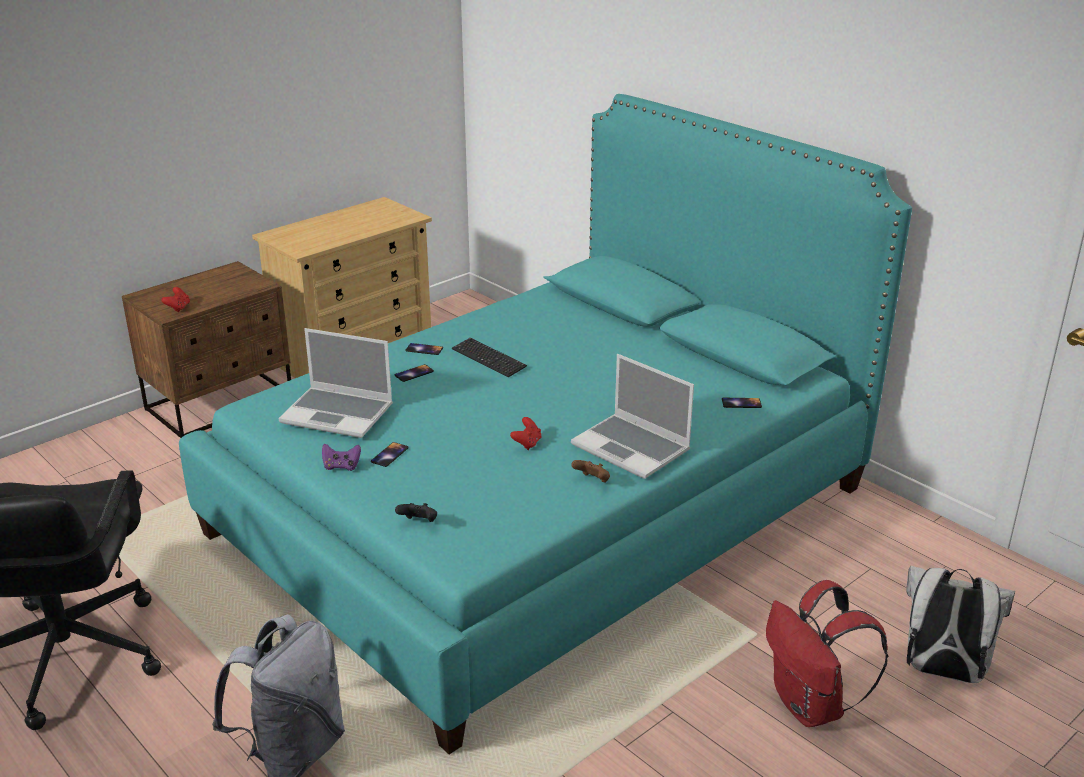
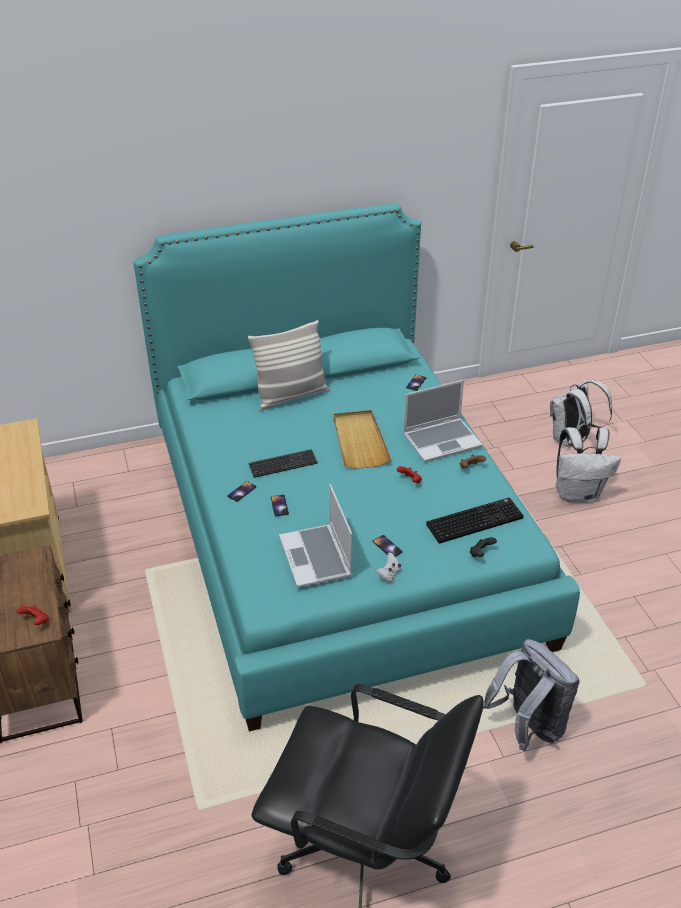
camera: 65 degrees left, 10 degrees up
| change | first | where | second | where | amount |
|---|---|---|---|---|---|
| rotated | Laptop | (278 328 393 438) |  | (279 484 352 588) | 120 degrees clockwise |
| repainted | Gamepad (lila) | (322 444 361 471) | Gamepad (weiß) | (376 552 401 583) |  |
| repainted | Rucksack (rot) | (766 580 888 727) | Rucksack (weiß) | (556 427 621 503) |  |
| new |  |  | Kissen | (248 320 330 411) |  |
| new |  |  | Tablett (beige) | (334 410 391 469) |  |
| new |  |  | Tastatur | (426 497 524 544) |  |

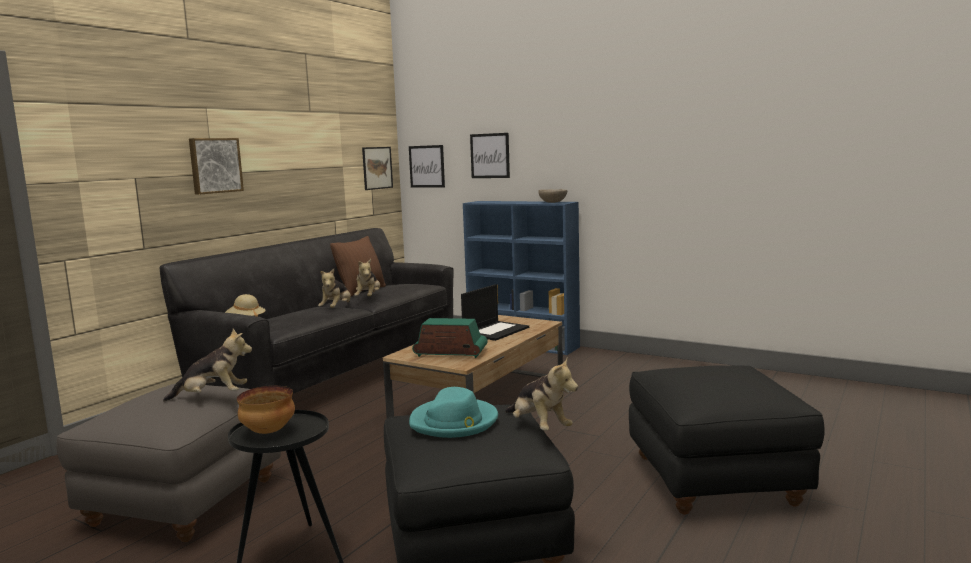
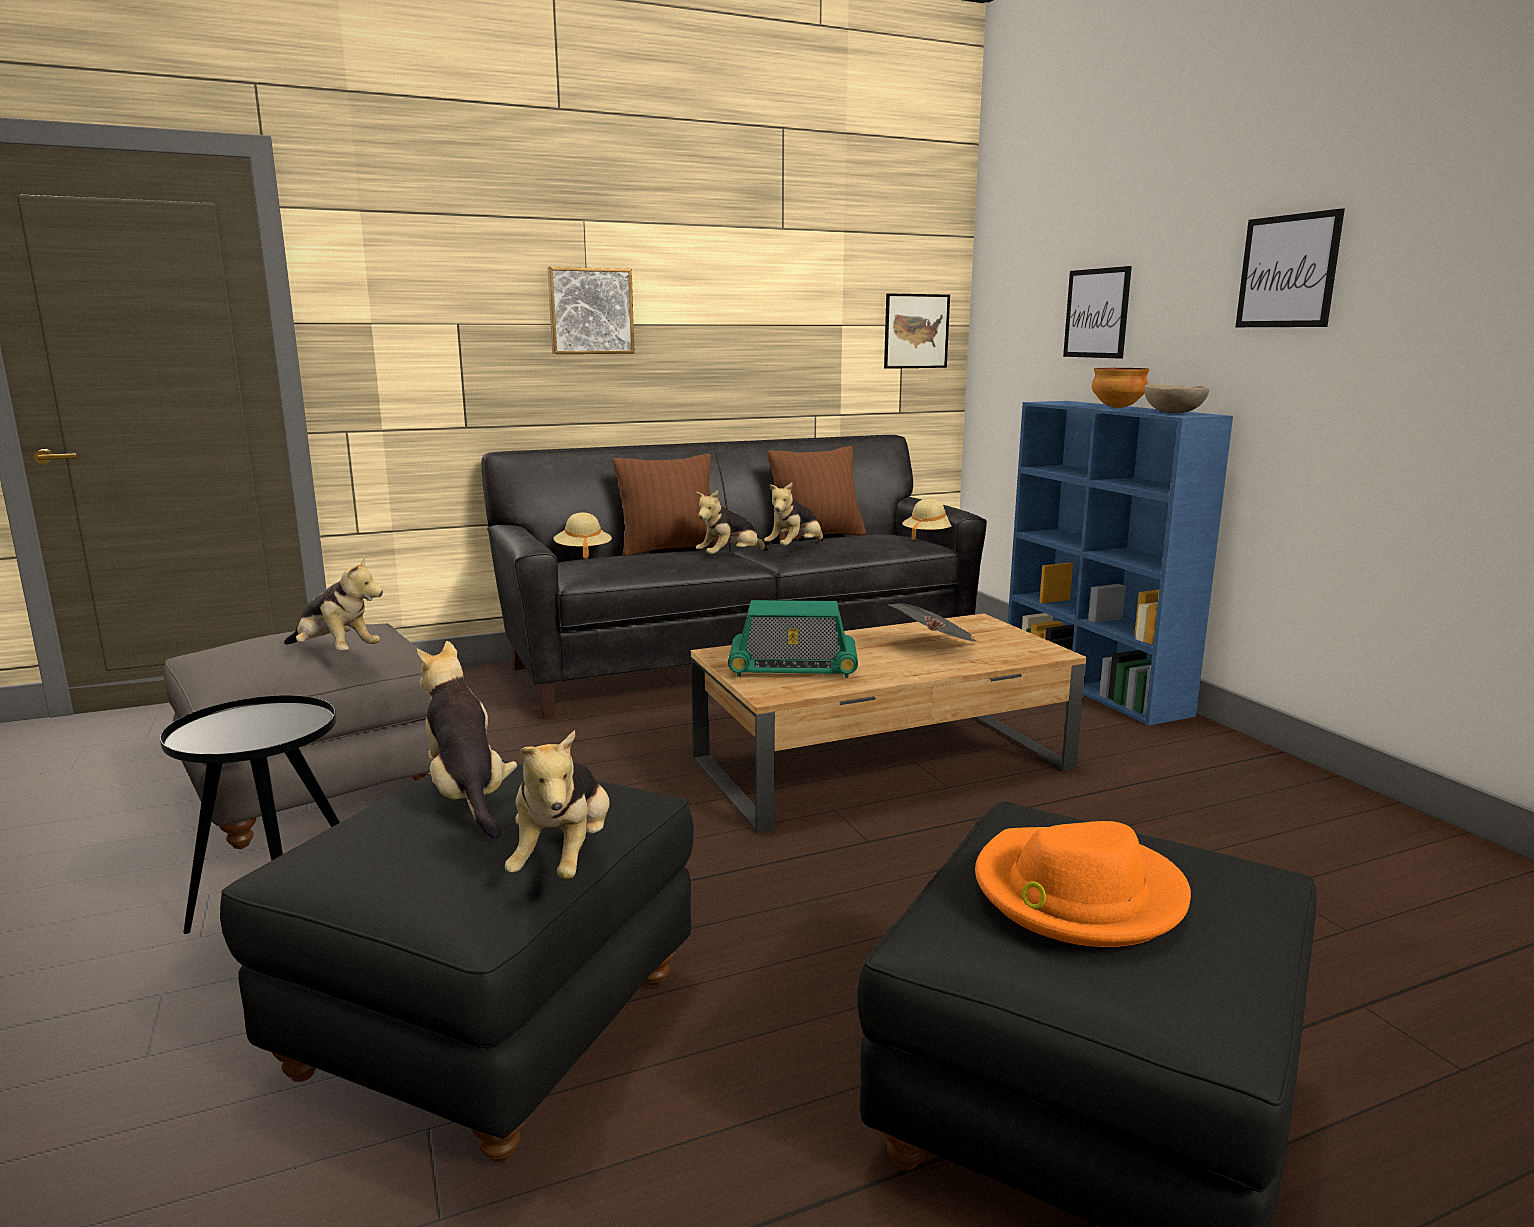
camera: 35 degrees right, 5 degrees up
| change | first | where | second | where | amount |
|---|---|---|---|---|---|
| shifted | Schüssel | (237 386 295 434) |  | (1092 368 1149 408) |  |
| shifted | Bild | (409 145 445 188) |  | (1235 208 1345 327) |  |
| swapped | Hut (türkis) | (409 387 498 438) | Plüschtier | (417 641 517 838) |  |
| rotated | Radio | (412 318 488 358) |  | (728 600 858 678) | 135 degrees clockwise |
| swapped | Laptop | (461 284 529 341) | Zeitung | (888 603 979 642) |  |
| new |  |  | Kissen (braun) | (613 454 719 556) |  |
| new |  |  | Hut (beige) | (902 499 952 540) |  |
| new |  |  | Hut (orange) | (975 821 1191 947) |  |

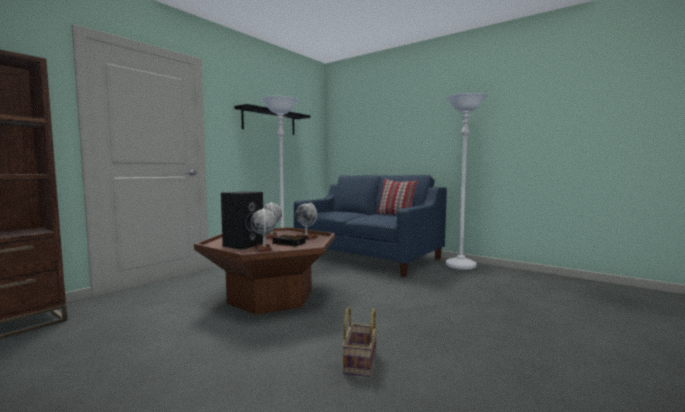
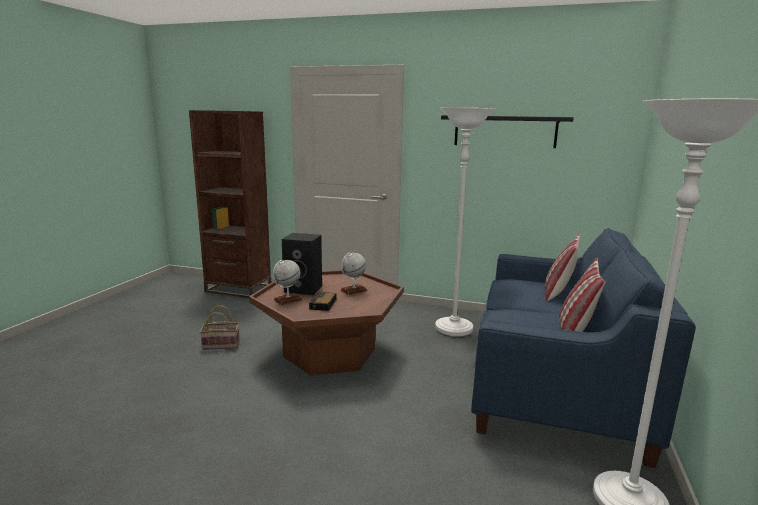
camera: 70 degrees right, 10 degrees up
| change | first | where | second | where | amount |
|---|---|---|---|---|---|
| gone | Globus | (295 202 318 240) |  |  |  |
| shifted | Korb | (342 307 377 377) |  | (200 305 240 350) |  |
| new |  |  | Kissen | (545 234 580 301) |  |

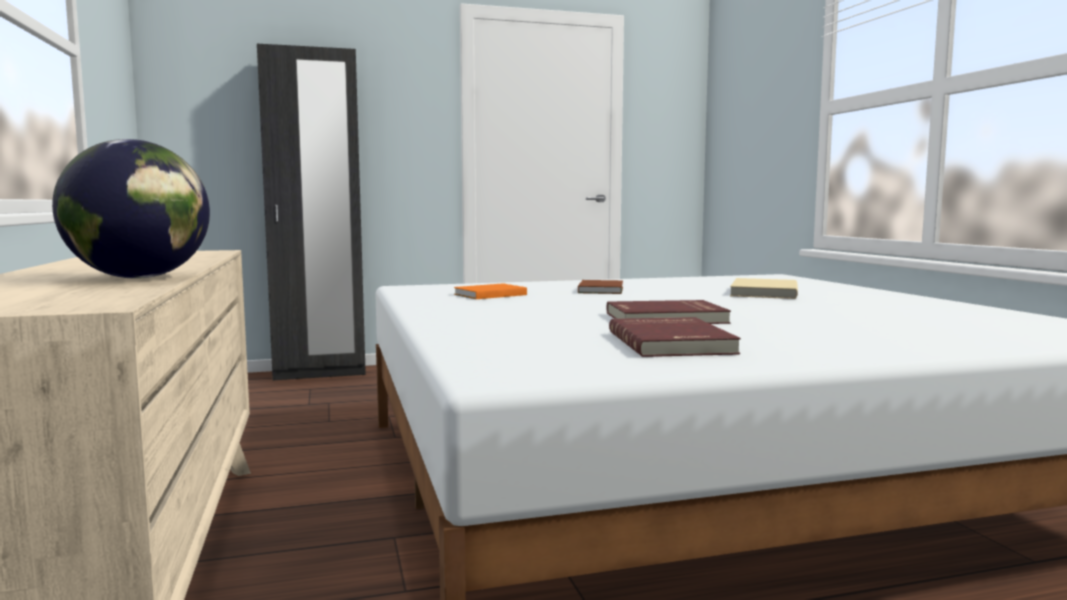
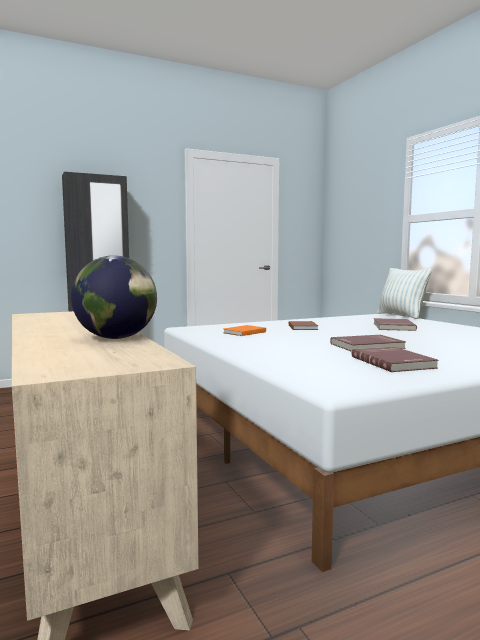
camera: 10 degrees left, 0 degrees up
| change | first | where | second | where | amount |
|---|---|---|---|---|---|
| repainted | Buch (beige) | (730 278 798 299) | Buch (rot) | (374 318 417 331) |  |
| new |  |  | Kissen | (377 268 432 319) |  |

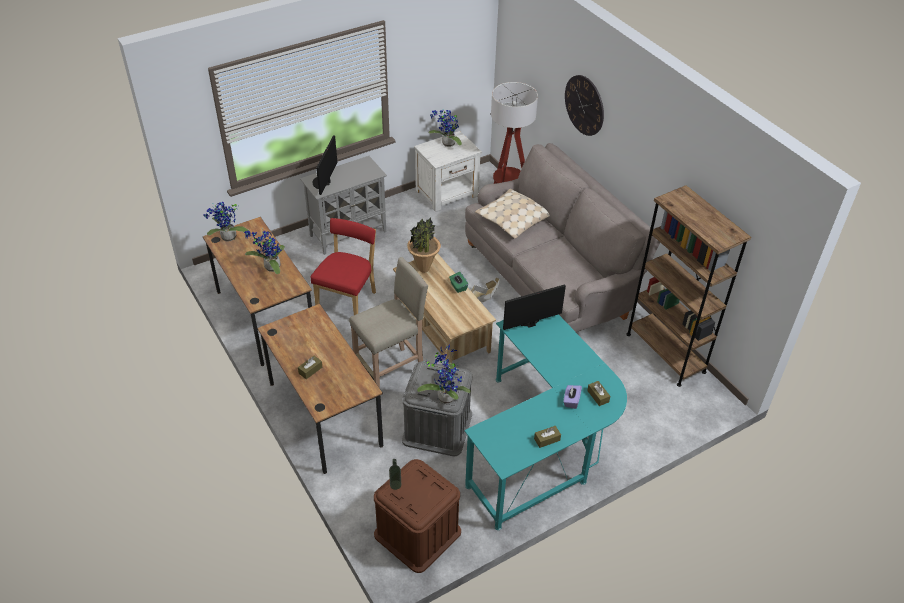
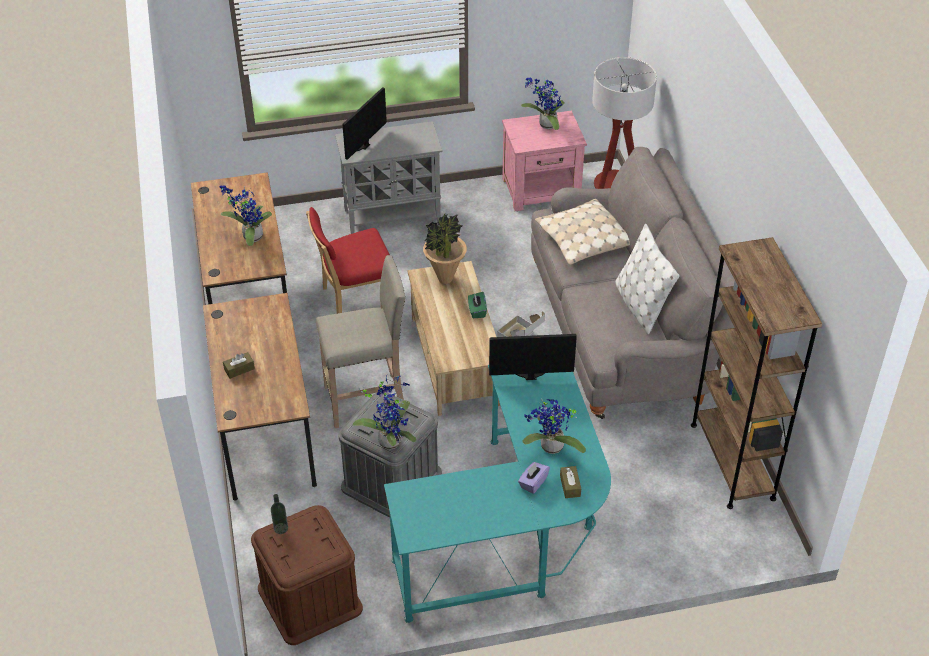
camera: 20 degrees right, 0 degrees up
| change | first | where | second | where | amount |
|---|---|---|---|---|---|
| shifted | Topfpflanze | (204 202 249 242) |  | (523 399 586 454) |  |
| rotated | Stuhl (rot) | (311 218 376 315) |  | (306 207 390 314) | 150 degrees counterclockwise |
| repainted | Nachttisch (weiß) | (414 131 482 212) | Nachttisch (rosa) | (502 111 587 211) |  |
| gone | Taschentuchbox (braun) | (534 426 561 448) |  |  |  |
| gone | Wanduhr | (565 75 604 136) |  |  |  |
| new |  |  | Kissen (weiß) | (615 224 679 335) |  |

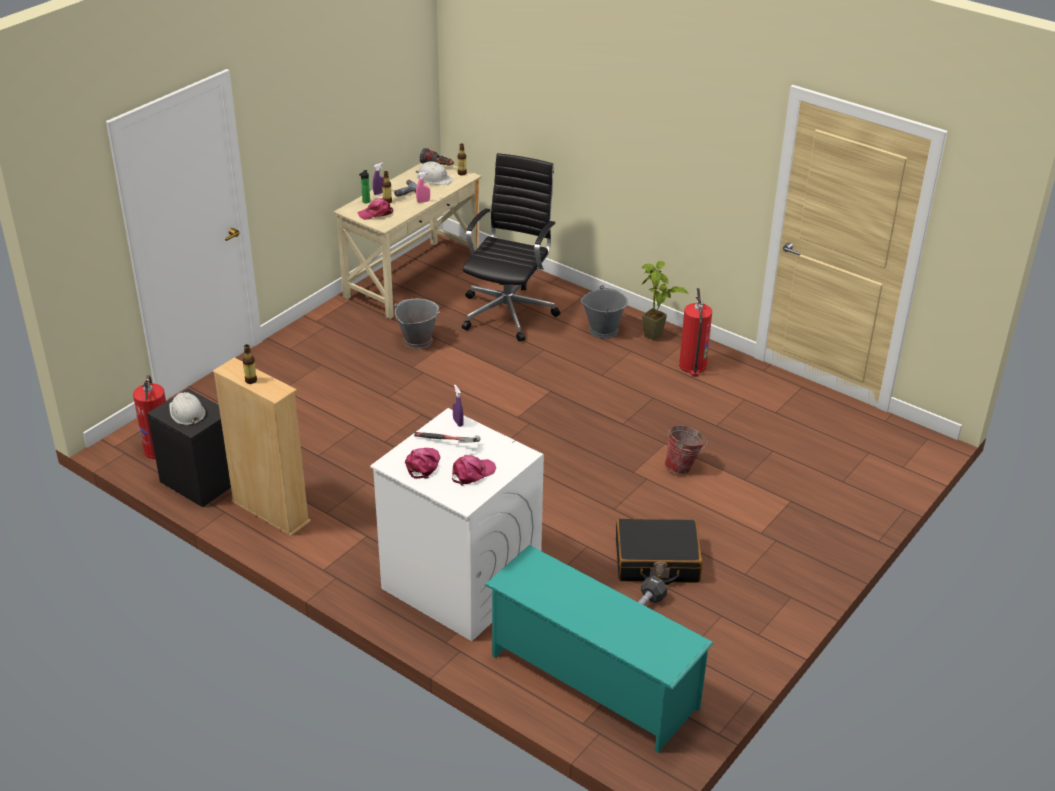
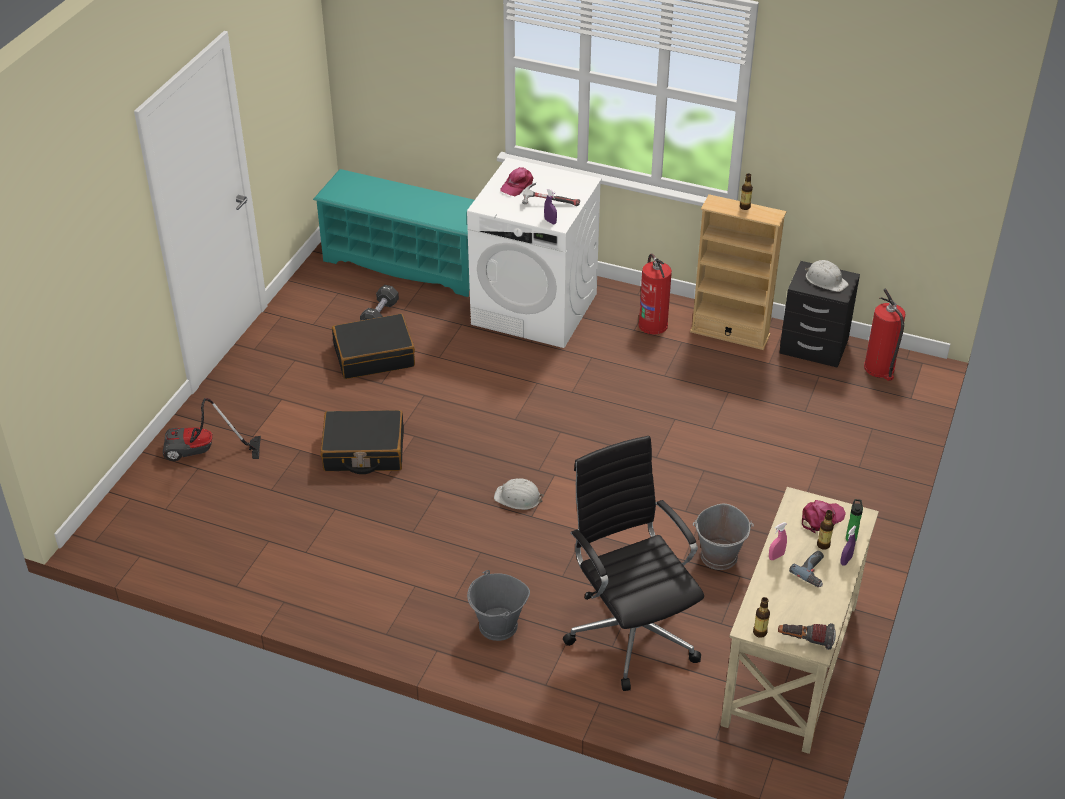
camera: 165 degrees right, 5 degrees up
| change | first | where | second | where | amount |
|---|---|---|---|---|---|
| gone | Kappe (rosa) | (405 448 440 479) |  |  |  |
| shifted | Schutzhelm (weiß) | (416 161 453 185) |  | (494 478 544 510) |  |
| rotated | Bürostuhl (schwarz) | (462 153 560 342) |  | (563 436 704 691) | 150 degrees clockwise |
| gone | Topfpflanze | (641 261 689 341) |  |  |  |
| swapped | Eimer | (665 425 708 474) | Koffer (schwarz) | (321 410 404 474) |  |
| shifted | Feuerlöscher | (679 288 712 377) |  | (639 254 672 335) |  |
| new |  |  | Staubsauger | (163 398 261 461) |  |

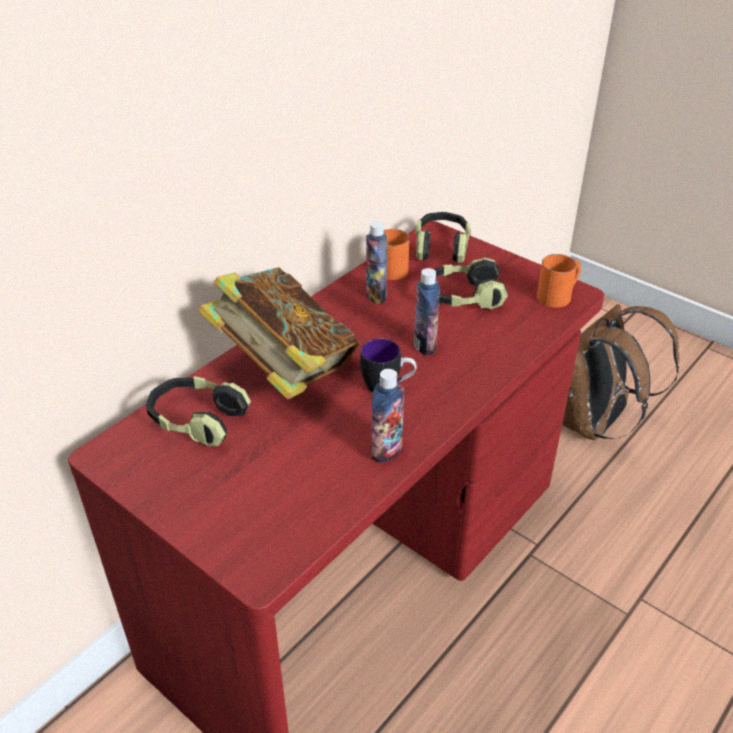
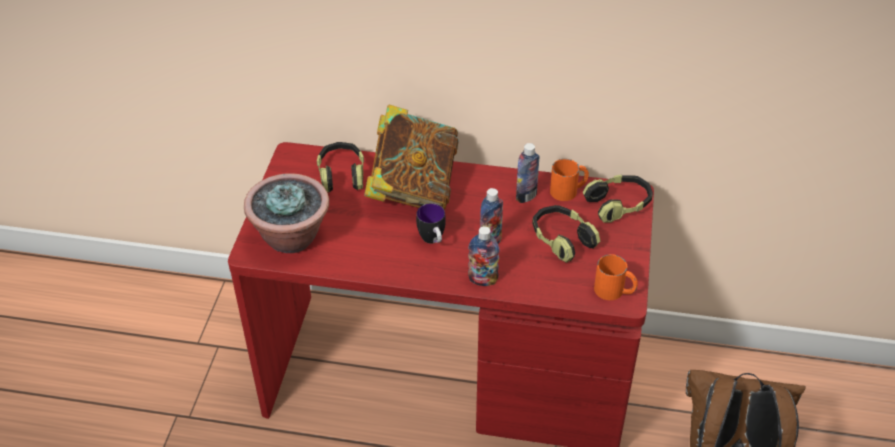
camera: 60 degrees right, 5 degrees up
| change | first | where | second | where | amount |
|---|---|---|---|---|---|
| shifted | Flasche | (372 369 404 463) |  | (468 226 500 286) |  |
| new |  |  | Topfpflanze | (244 173 329 253) |  |

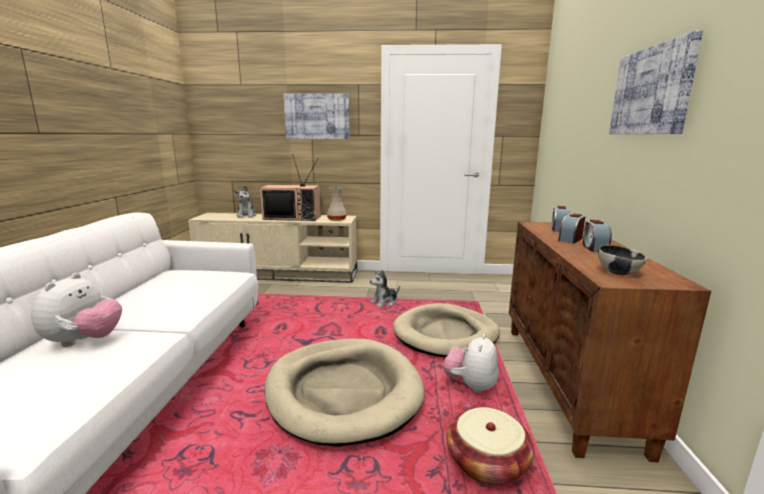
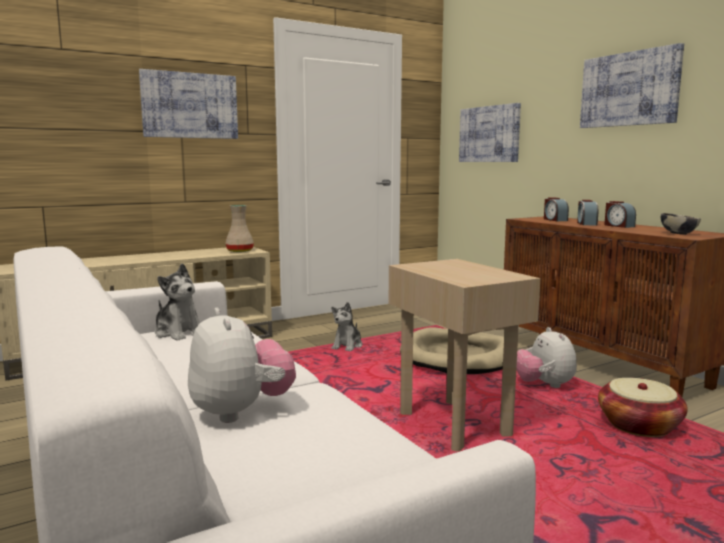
camera: 35 degrees left, 5 degrees down
| change | first | where | second | where | amount |
|---|---|---|---|---|---|
| shifted | Plüschtier | (233 186 256 218) |  | (155 263 200 340) |  |
| gone | Fernseher | (260 154 321 221) |  |  |  |
| swapped | Hundebett (beige) | (264 339 425 447) | Beistelltisch (beige) | (389 259 540 451) |  |
| new |  |  | Bild | (459 103 521 162) |  |

